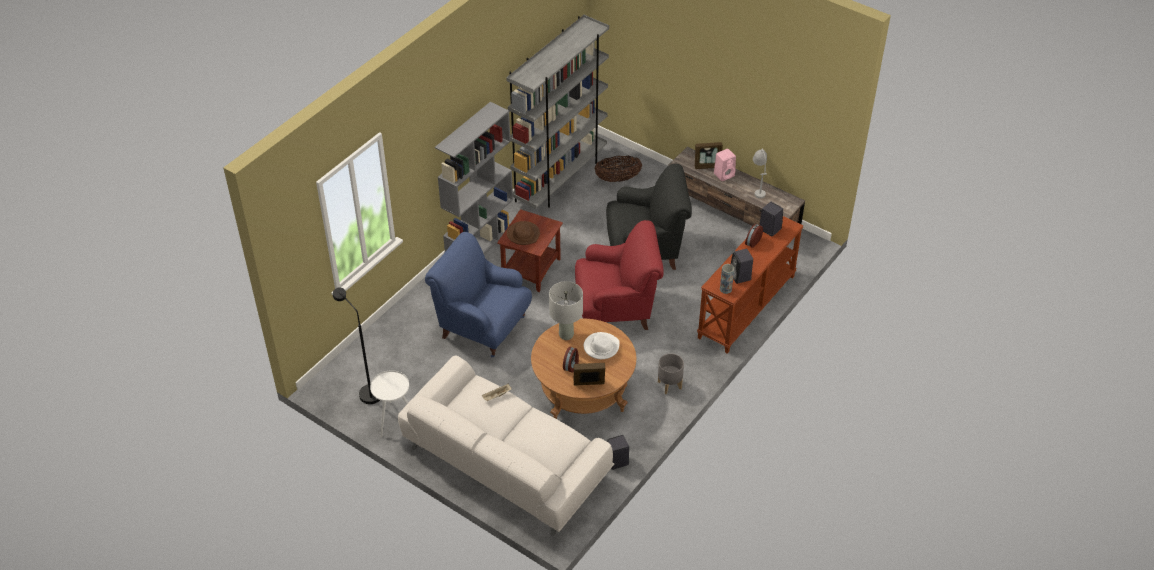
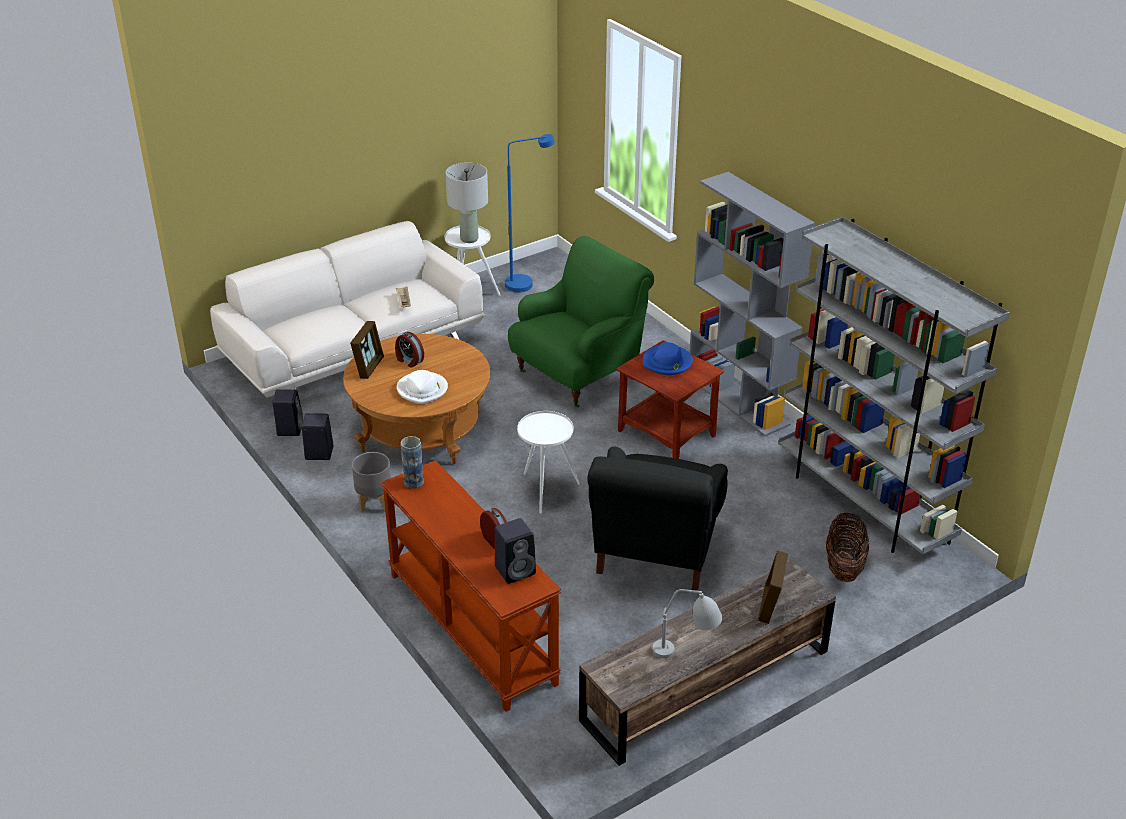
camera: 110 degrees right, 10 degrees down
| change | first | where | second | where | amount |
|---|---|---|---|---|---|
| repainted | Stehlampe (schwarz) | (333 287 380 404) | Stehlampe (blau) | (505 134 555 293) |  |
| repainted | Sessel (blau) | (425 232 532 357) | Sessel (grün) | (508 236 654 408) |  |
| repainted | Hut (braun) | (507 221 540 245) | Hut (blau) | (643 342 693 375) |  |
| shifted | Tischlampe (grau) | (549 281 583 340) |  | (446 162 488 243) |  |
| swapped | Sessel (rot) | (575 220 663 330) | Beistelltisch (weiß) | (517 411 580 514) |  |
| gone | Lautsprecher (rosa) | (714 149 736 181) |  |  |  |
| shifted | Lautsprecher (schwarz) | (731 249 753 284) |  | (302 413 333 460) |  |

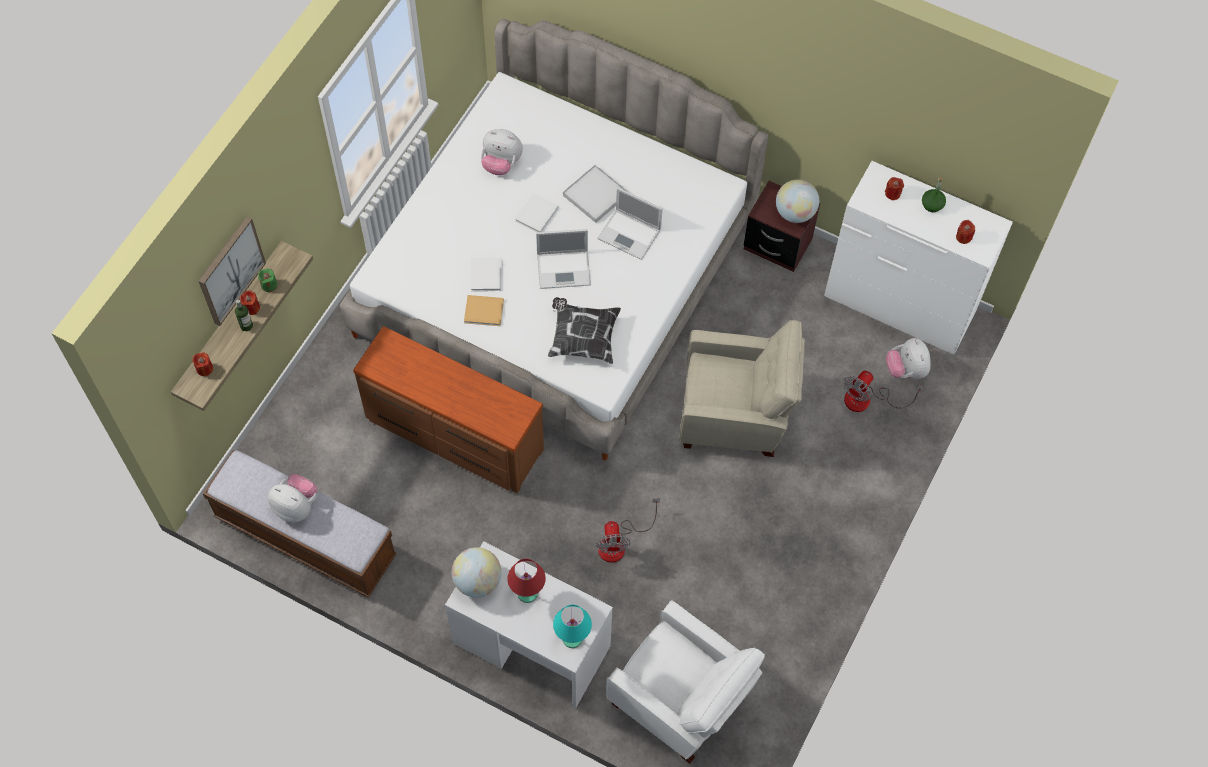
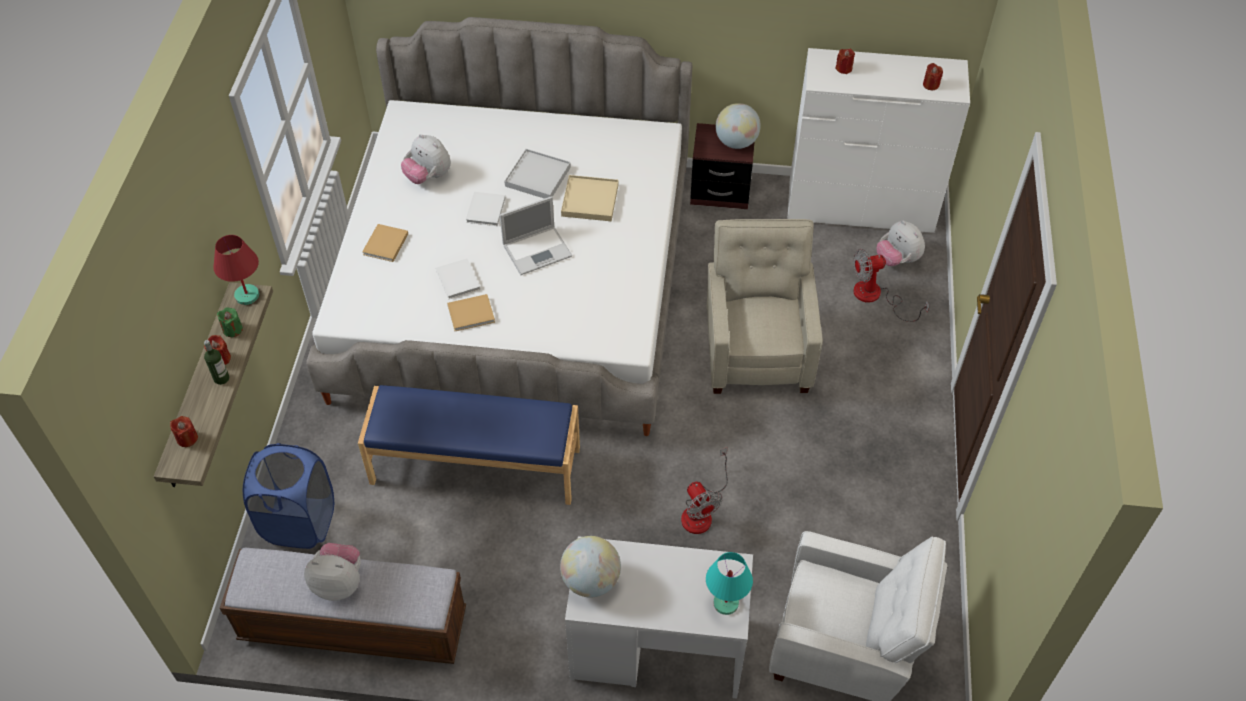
camera: 20 degrees left, 10 degrees down
| change | first | where | second | where | amount |
|---|---|---|---|---|---|
| gone | Bild | (199 216 266 326) |  |  |  |
| swapped | Kommode (braun) | (353 326 544 493) | Bank (blau) | (358 385 580 505) |  |
| rotated | Plüschtier | (481 129 523 175) |  | (401 134 451 184) | 45 degrees clockwise |
| shifted | Tischlampe (rot) | (507 558 546 603) |  | (213 235 259 305) |  |
| gone | Kissen | (548 297 621 364) |  |  |  |
| swapped | Laptop | (597 187 663 260) | Tablett (beige) | (561 175 618 221) |  |
| rotated | Sessel (beige) | (679 320 805 457) |  | (707 219 823 394) | 75 degrees counterclockwise |
| rotated | Ventilator | (843 370 924 412) |  | (853 248 930 322) | 60 degrees clockwise |
| gone | Flasche (grün) | (922 178 946 212) |  |  |  |
| new |  |  | Wäschekorb (blau) | (243 443 334 549) |  |
| new |  |  | Buch (beige) | (362 224 408 262) |  |

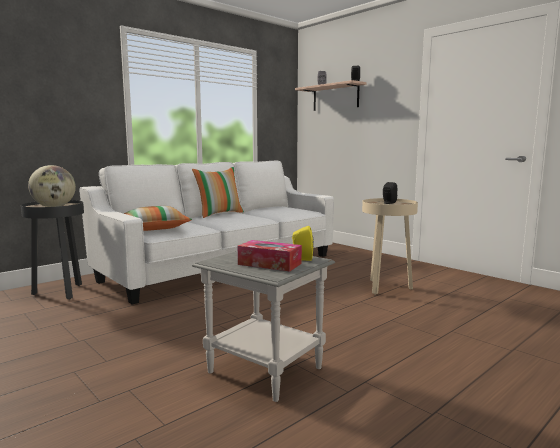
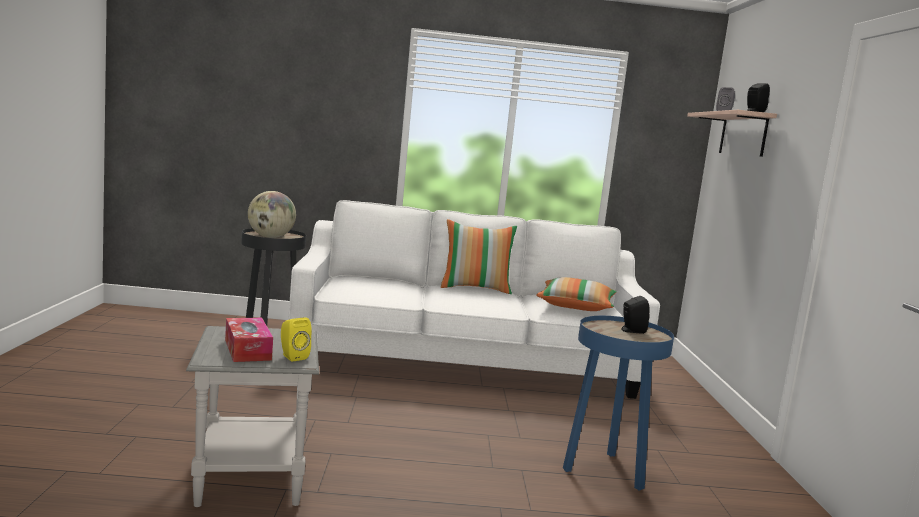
camera: 40 degrees right, 0 degrees up
| change | first | where | second | where | amount |
|---|---|---|---|---|---|
| shifted | Kissen | (124 206 192 231) |  | (536 277 617 311) |  |
| repainted | Beistelltisch (beige) | (362 198 418 295) | Beistelltisch (blau) | (563 316 674 491) |  |

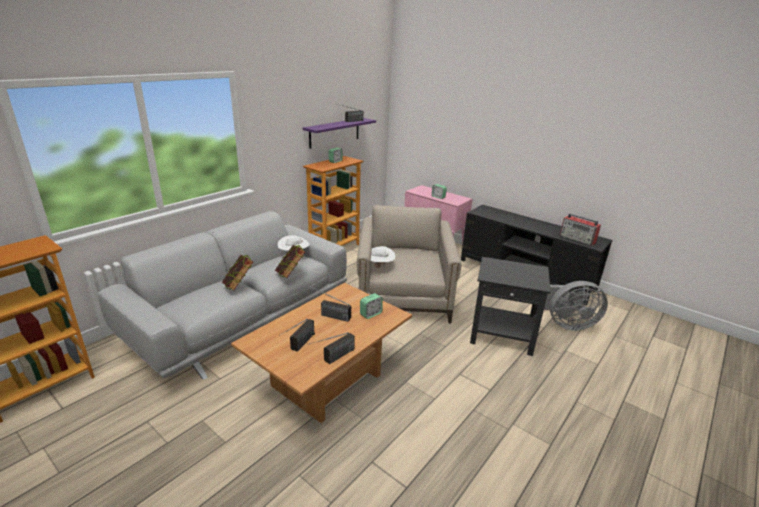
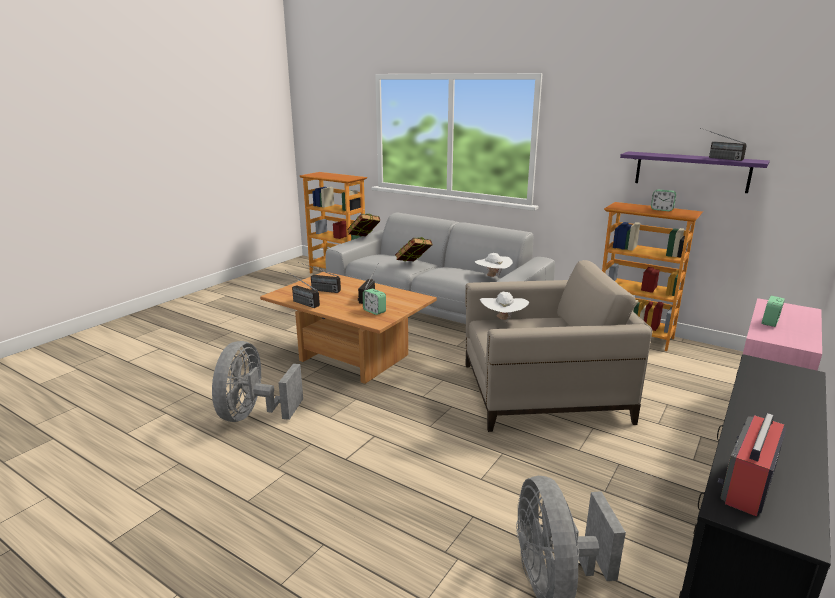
camera: 85 degrees right, 5 degrees down
| change | first | where | second | where | amount |
|---|---|---|---|---|---|
| shifted | Buch | (275 245 306 278) |  | (347 214 380 237) |  |
| gone | Beistelltisch (schwarz) | (470 257 551 356) |  |  |  |
| new |  |  | Ventilator (grau) | (212 341 303 422) |  |

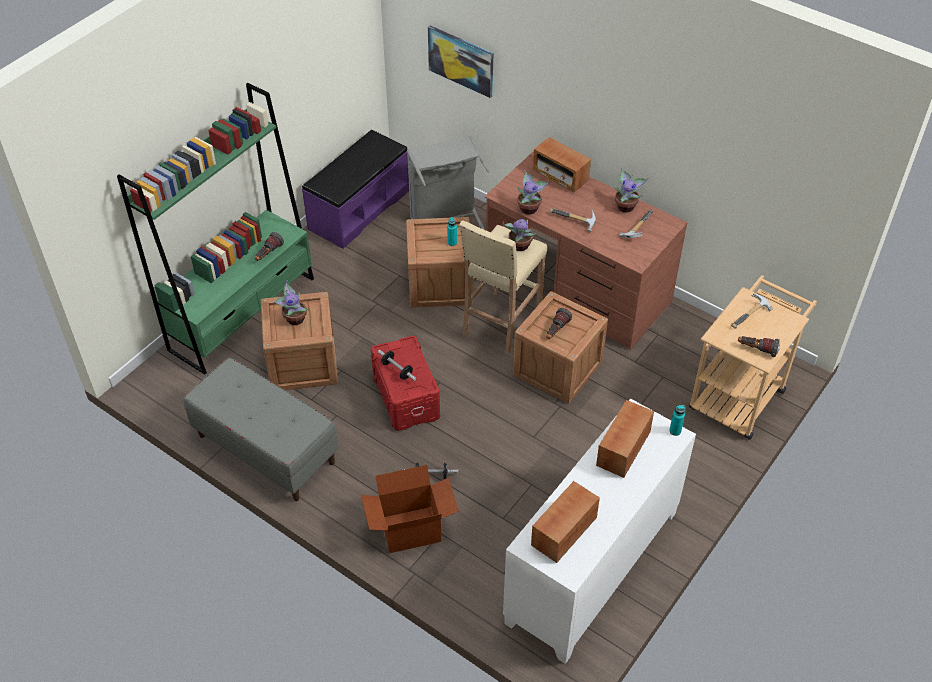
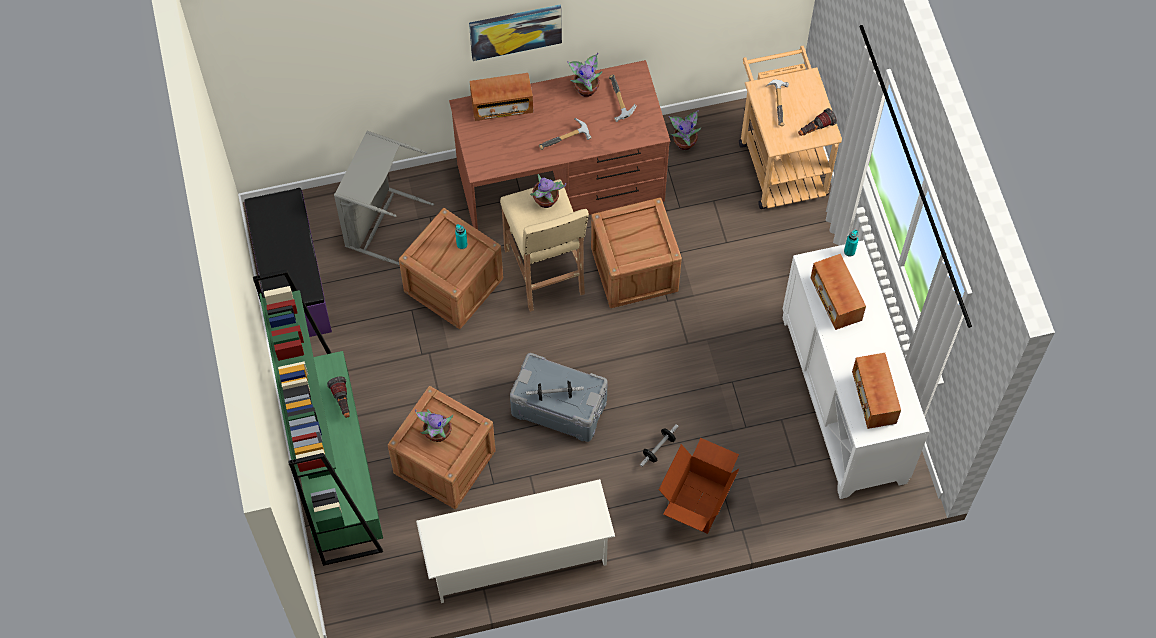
camera: 50 degrees left, 15 degrees up
| change | first | where | second | where | amount |
|---|---|---|---|---|---|
| swapped | Bank (grau) | (183 357 339 501) | Schuhregal (weiß) | (416 479 615 603) |  |
| repainted | Aufbewahrungsbox (rot) | (371 336 440 431) | Aufbewahrungsbox (grau) | (510 353 608 442) |  |
| shifted | Bild | (428 26 493 98) |  | (469 5 562 61) |  |
| shifted | Topfpflanze | (517 170 550 215) |  | (669 110 701 150) |  |
| gone | Taschenlampe | (546 308 572 339) |  |  |  |

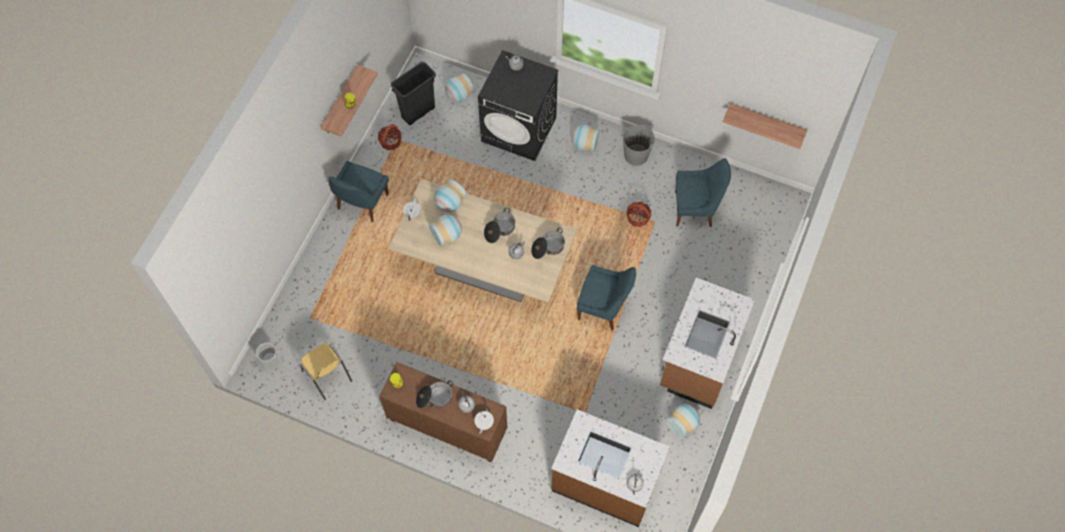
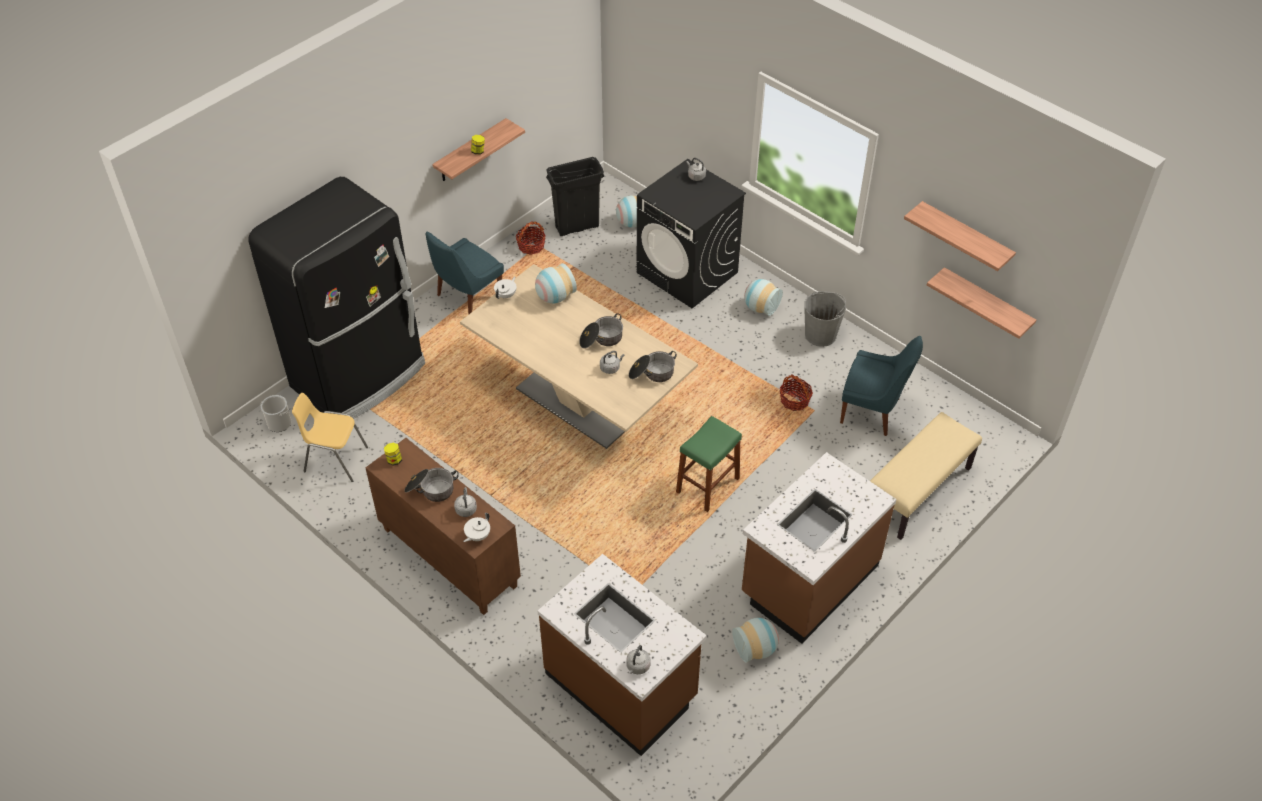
camera: 20 degrees right, 15 degrees down
| change | first | where | second | where | amount |
|---|---|---|---|---|---|
| rotated | Stuhl (gelb) | (301 343 352 400) |  | (292 393 368 482) | 120 degrees clockwise |
| gone | Vase | (429 215 462 246) |  |  |  |
| swapped | Stuhl (blau) | (577 265 636 331) | Hocker (grün) | (676 416 742 512) |  |
| new |  |  | Kühlschrank (schwarz) | (248 177 425 419) |  |
| new |  |  | Bank (beige) | (870 412 982 540) |  |
| new |  |  | Wandregal | (904 201 1016 271) |  |

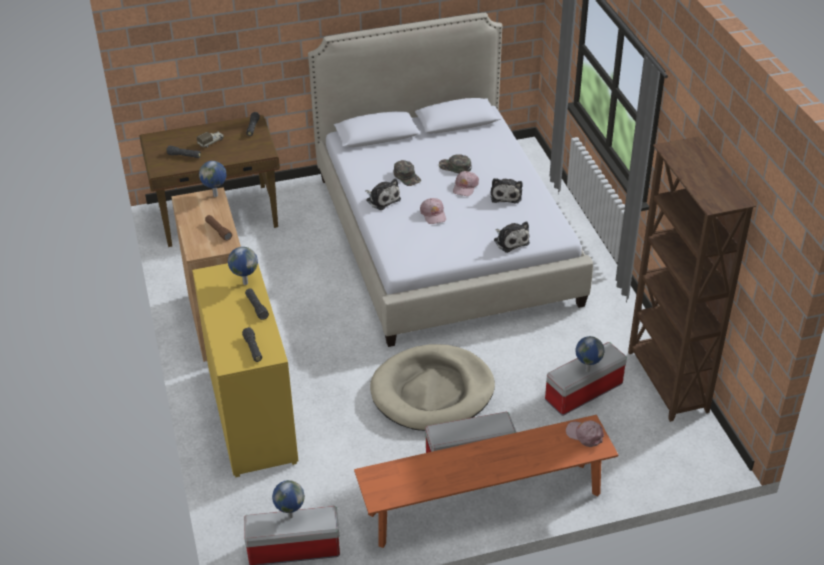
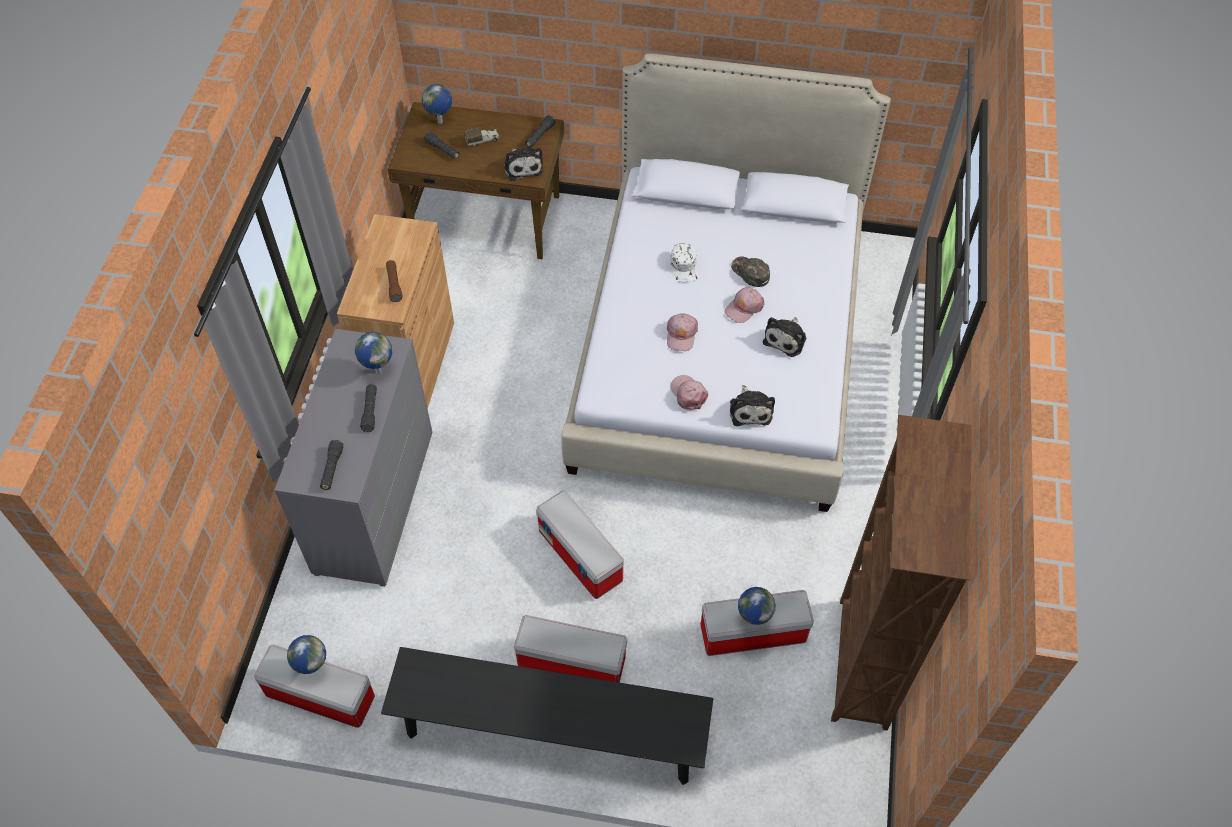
camera: 25 degrees right, 15 degrees up
| change | first | where | second | where | amount |
|---|---|---|---|---|---|
| repainted | Kommode (gelb) | (192 263 298 477) | Kommode (grau) | (274 329 433 587) |  |
| shifted | Globus | (199 161 226 197) |  | (422 84 452 124) |  |
| repainted | Bank (orange) | (354 415 618 548) | Bank (schwarz) | (381 647 713 785) |  |
| shifted | Plüschtier | (365 178 401 210) |  | (504 147 543 181) |  |
| swapped | Hundebett (beige) | (370 344 495 431) | Aufbewahrungsbox | (536 491 624 599) |  |
| repainted | Kappe (grün) | (393 160 421 186) | Kappe (weiß) | (670 243 698 282) |  |
| shifted | Kappe (rosa) | (566 420 604 447) |  | (670 375 708 410) |  |

